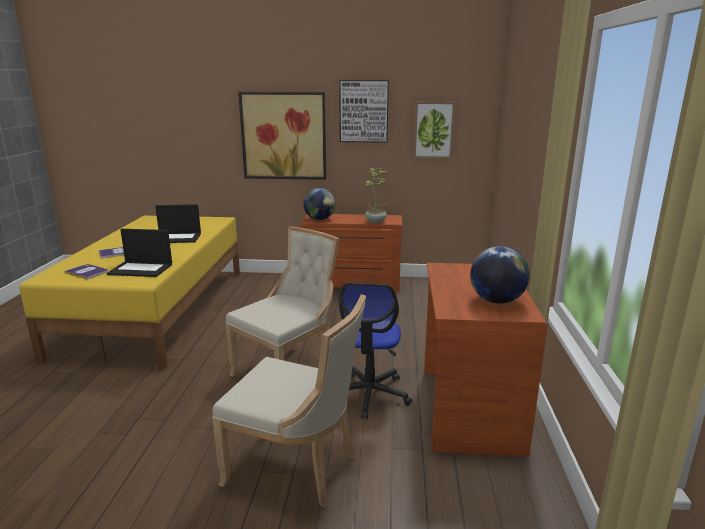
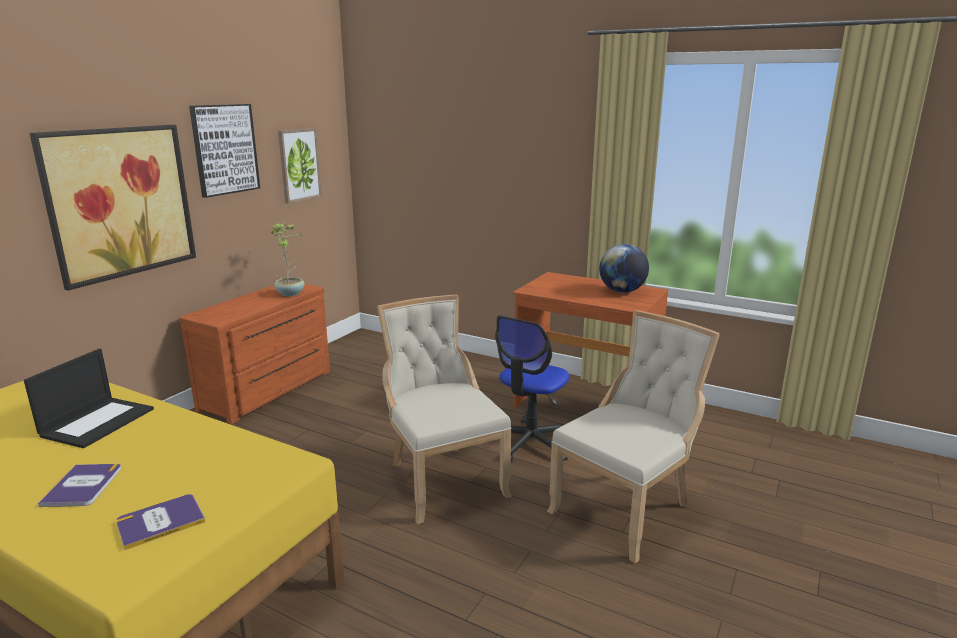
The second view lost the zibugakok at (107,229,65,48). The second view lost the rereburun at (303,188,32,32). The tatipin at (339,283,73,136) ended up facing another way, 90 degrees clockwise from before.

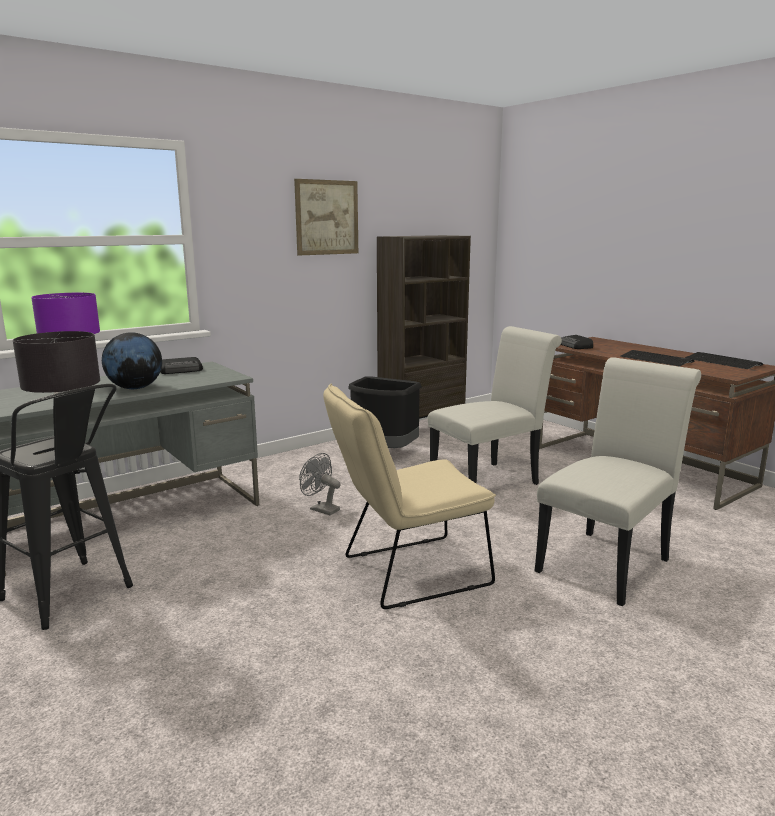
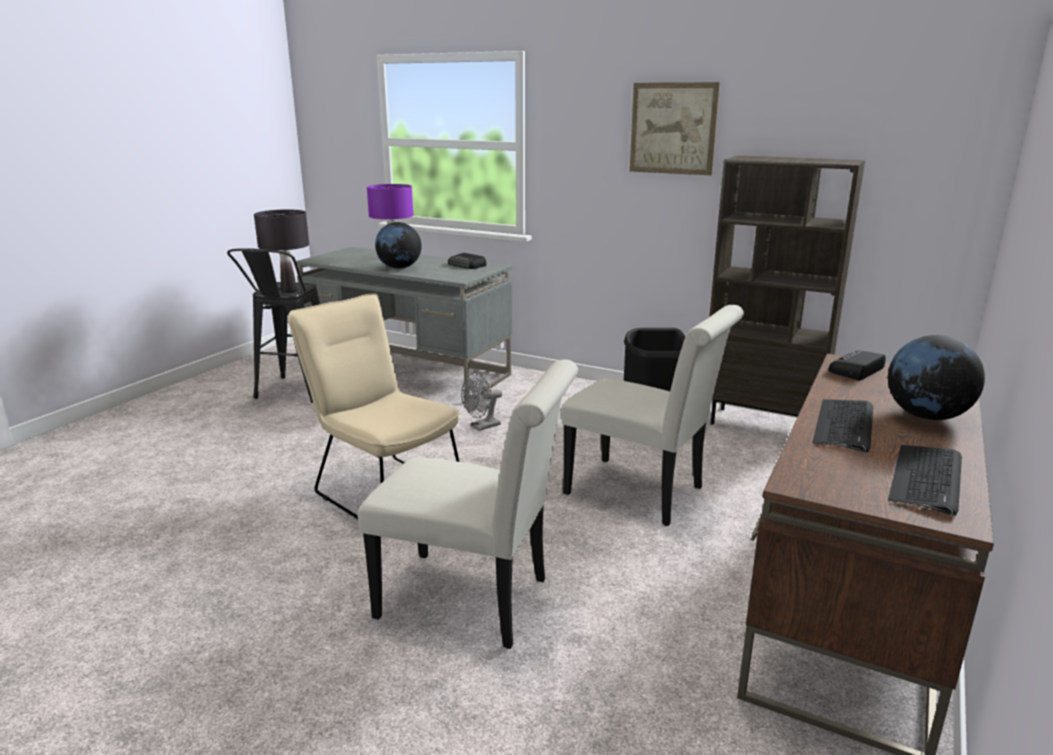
The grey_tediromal at (299,453,42,62) ended up facing another way, 135 degrees counterclockwise from before. The second view gained the rereburun at (888,335,97,85).

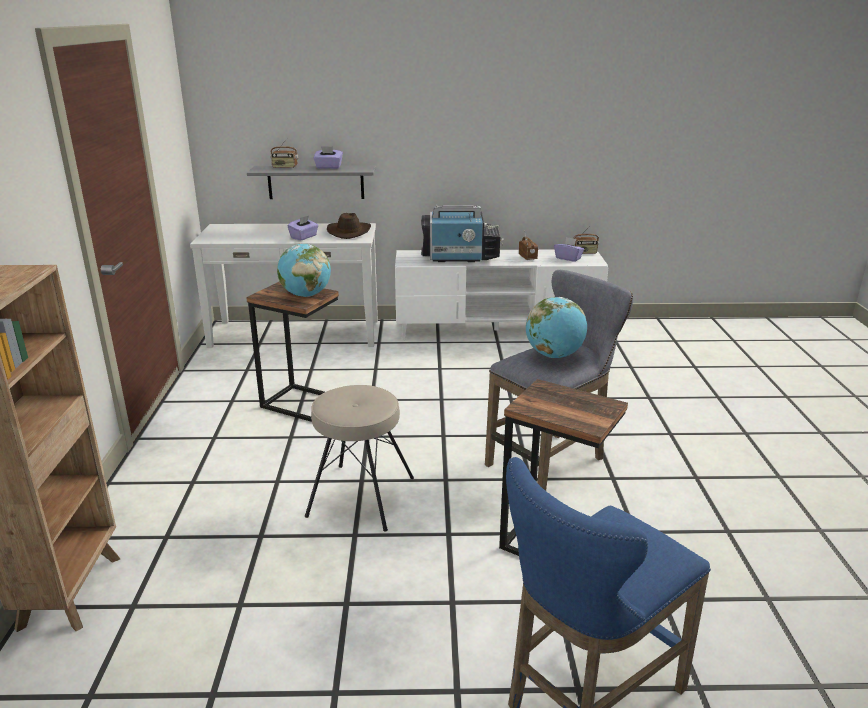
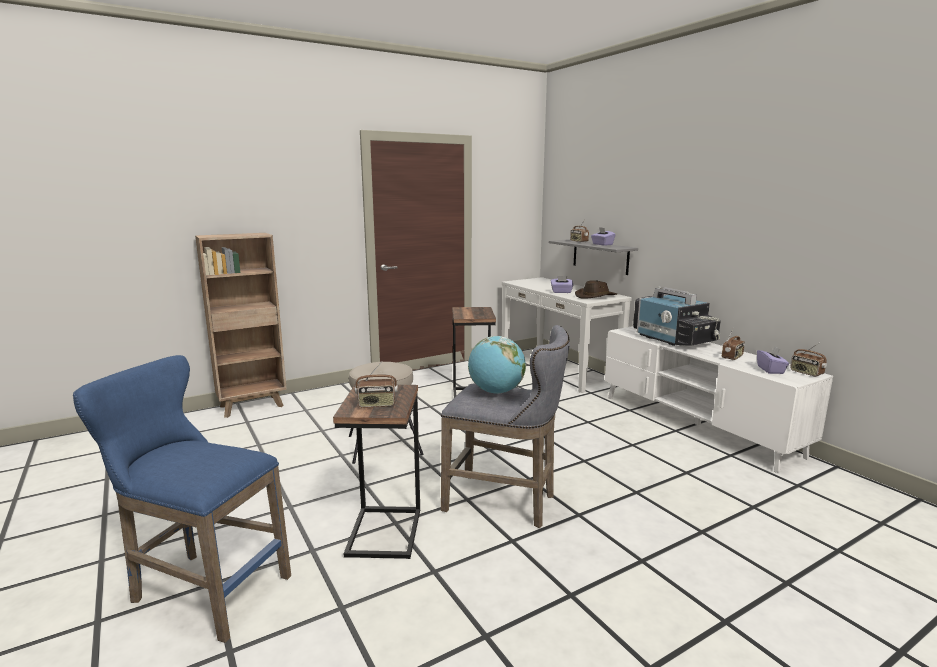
The second view lost the rereburun at (277,244,54,53). The second view gained the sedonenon at (355,362,43,46).

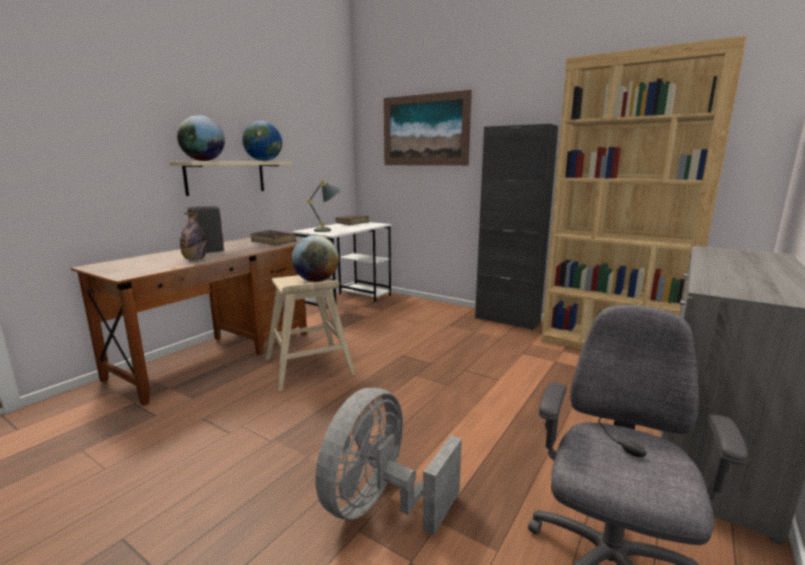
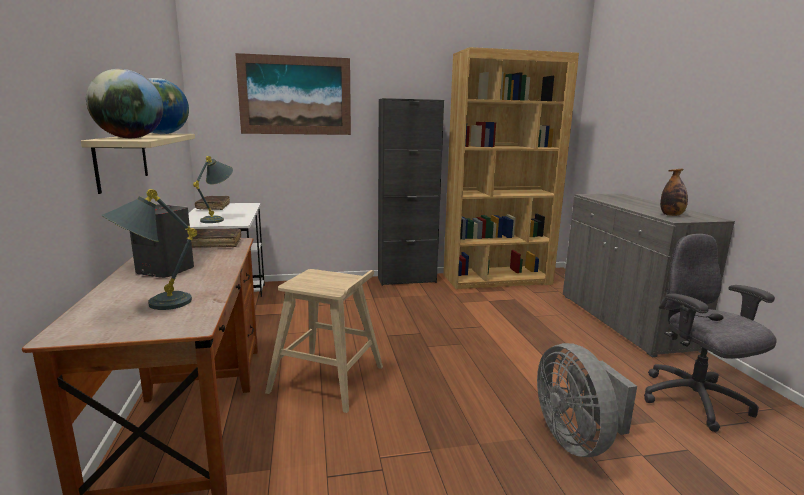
The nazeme ended up elsewhere, having gone from (180,212,27,48) to (660,169,28,47). The second view lost the rereburun at (292,235,47,47). The second view gained the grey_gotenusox at (101,189,96,121).

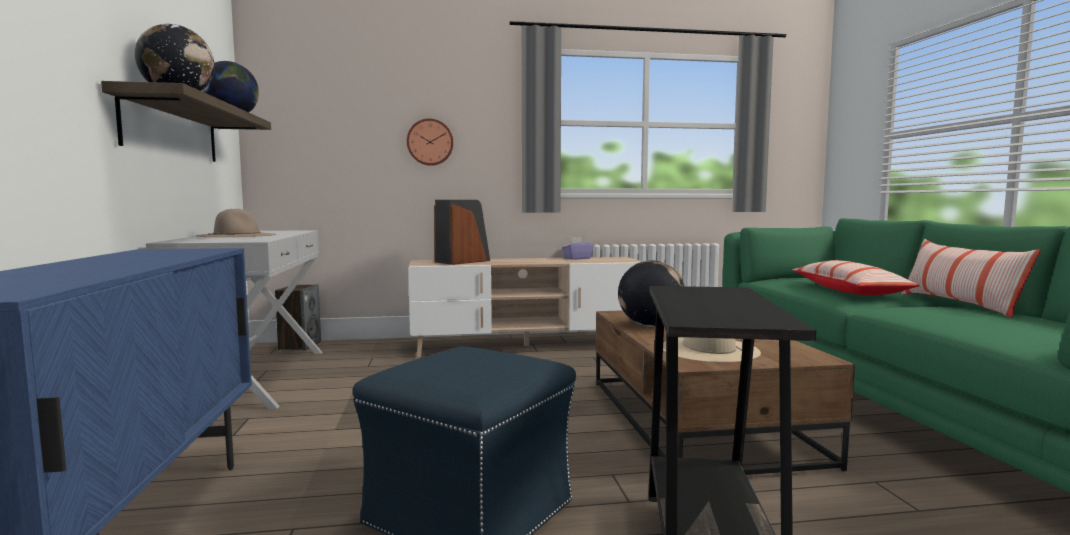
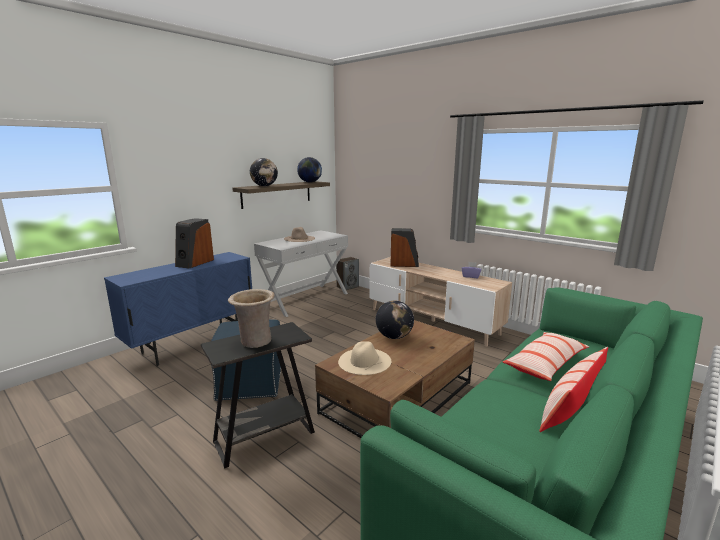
The second view lost the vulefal at (407,118,46,48). The second view gained the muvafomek at (175,218,39,50). The second view gained the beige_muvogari at (228,289,47,59).

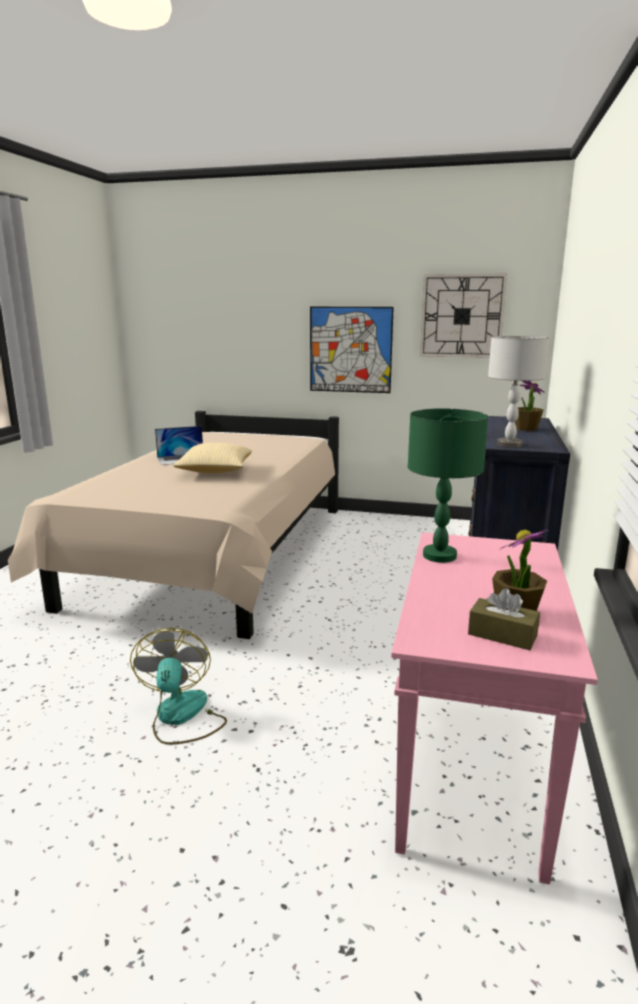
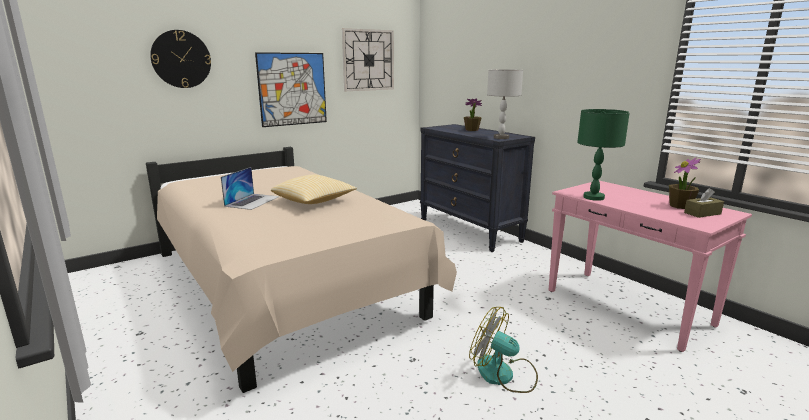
The second view gained the vulefal at (150,30,61,58).

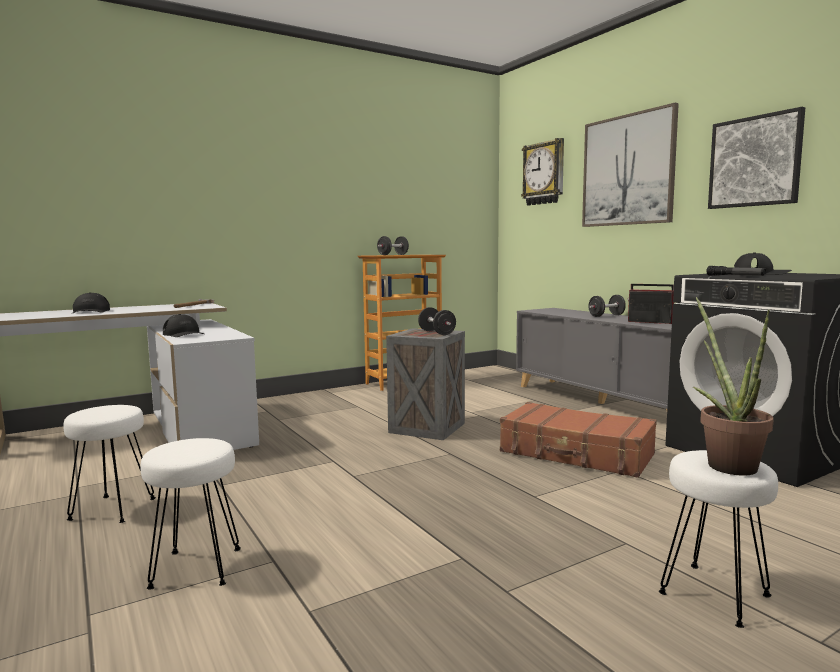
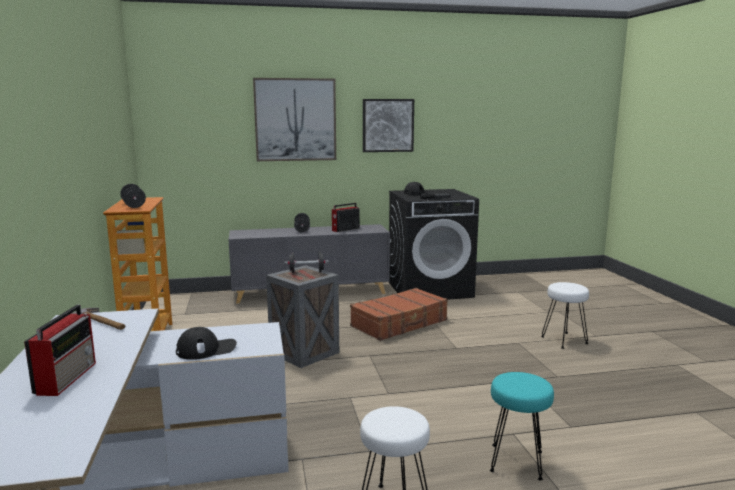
Where the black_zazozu stood at (71,292,39,22), the sedonenon came to stand at (24,305,72,91). What was the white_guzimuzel at (141,438,100,151) turned into the turquoise_guzimuzel at (490,372,64,108). The second view lost the vulefal at (521,138,43,68). The second view lost the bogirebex at (693,297,81,179).

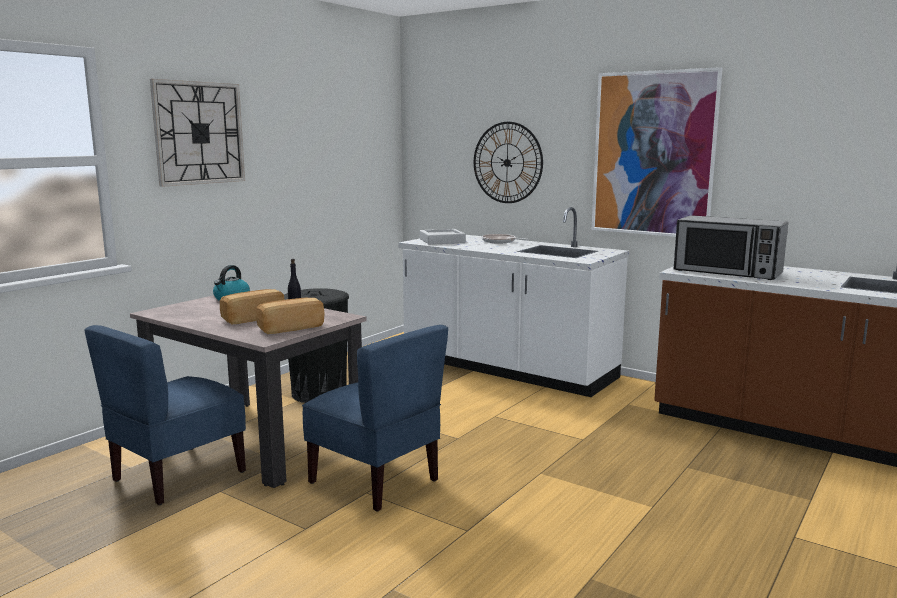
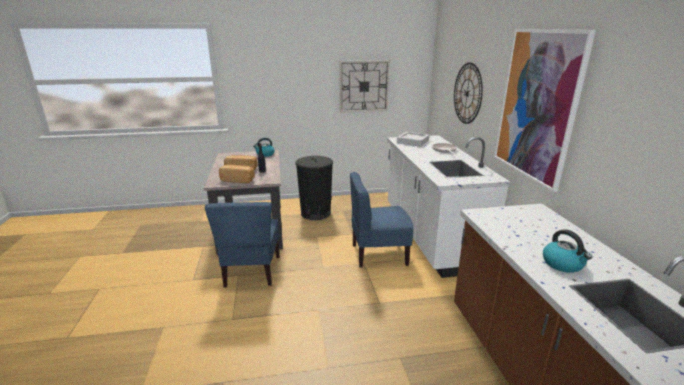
The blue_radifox ended up elsewhere, having gone from (84,325,162,180) to (350,172,64,96). The vulefal ended up elsewhere, having gone from (150,79,95,108) to (340,60,50,53). The second view lost the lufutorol at (674,215,114,65). The second view gained the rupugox at (543,229,49,44).

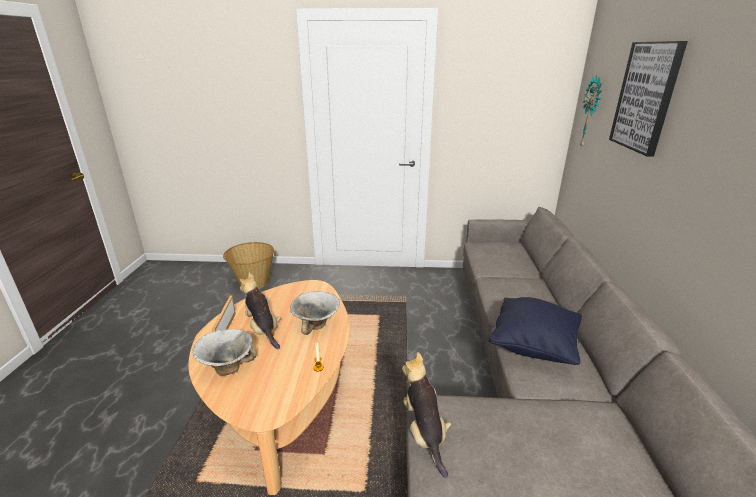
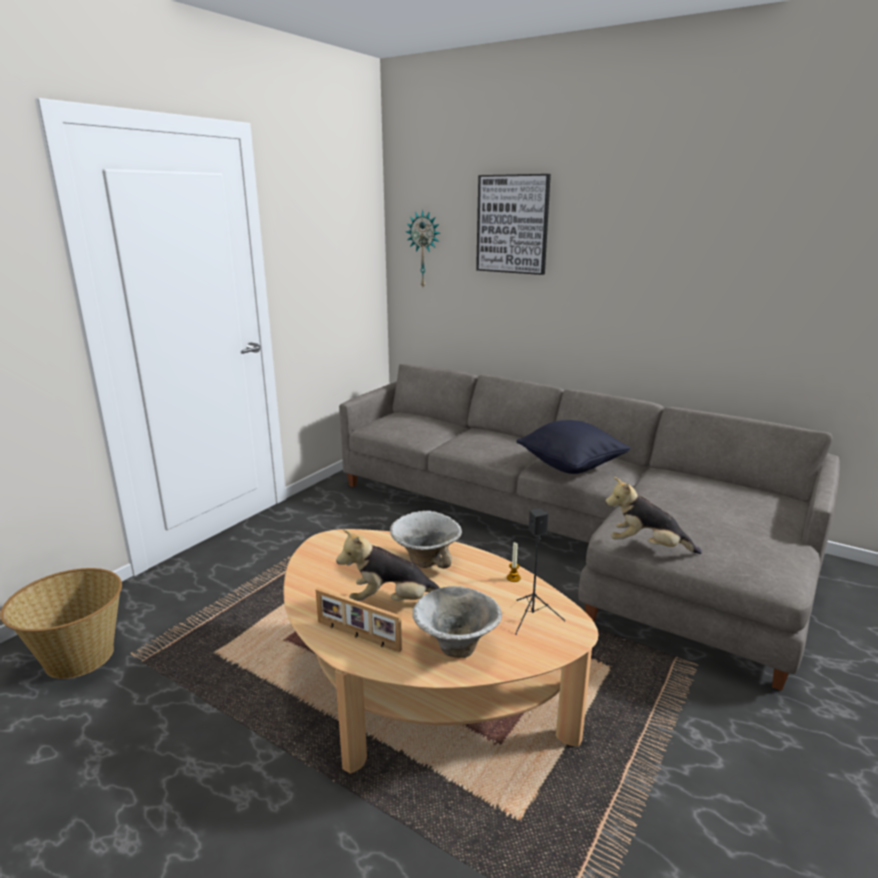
The second view gained the black_muvafomek at (515,508,50,127).

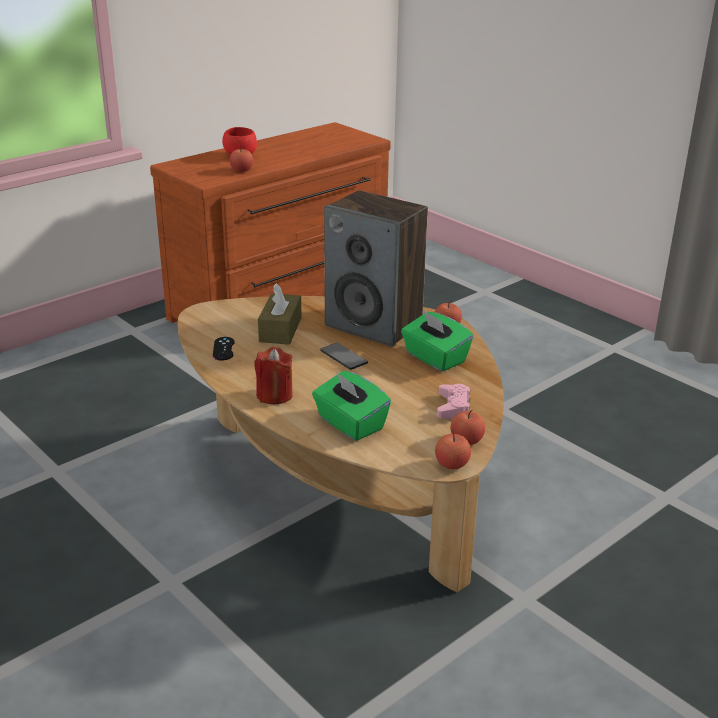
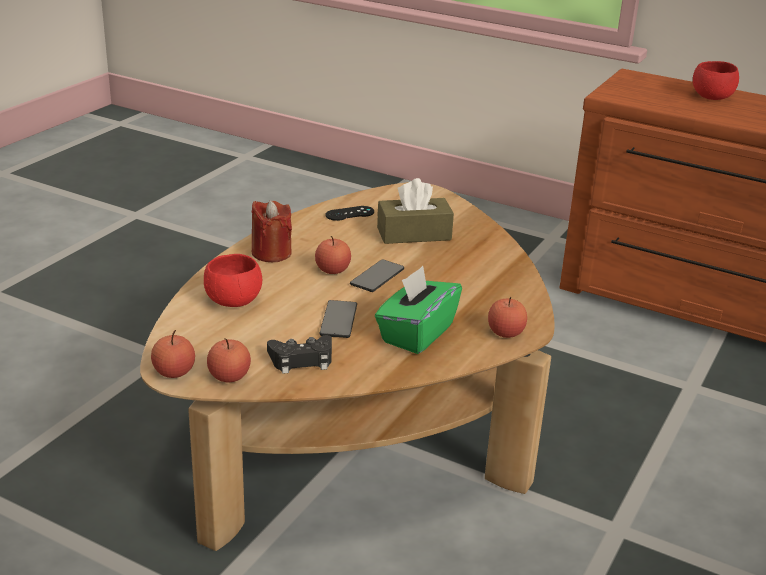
The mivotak ended up elsewhere, having gone from (230,146,23,26) to (315,236,36,38). Where the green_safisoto stood at (312,371,79,70), the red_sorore came to stand at (204,254,58,53). The second view lost the muvafomek at (324,190,104,157). What was the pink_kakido at (437,384,33,35) turned into the black_kakido at (267,335,65,39). The second view gained the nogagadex at (320,300,37,38).

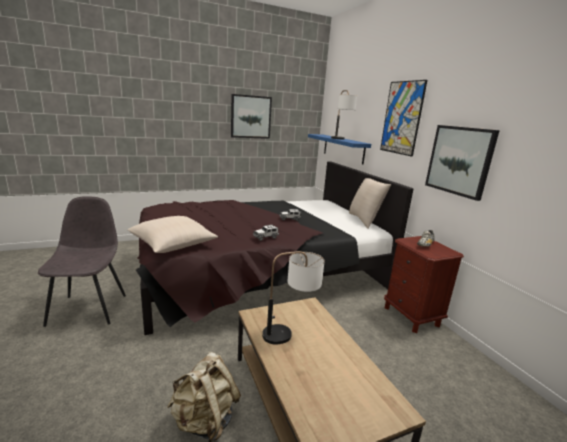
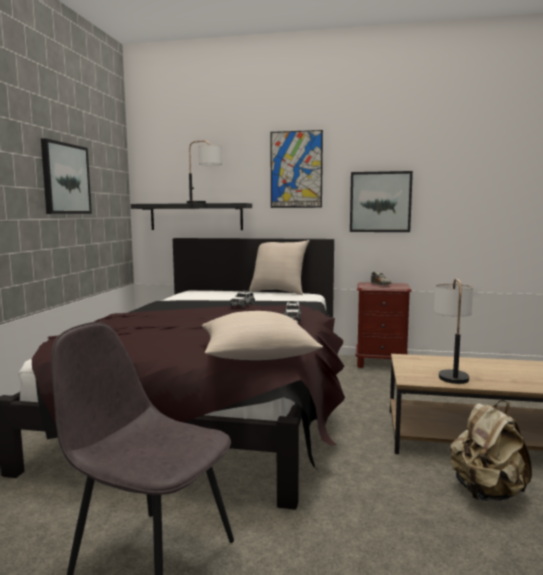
What was the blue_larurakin at (308,134,63,30) turned into the black_larurakin at (131,203,121,27).

